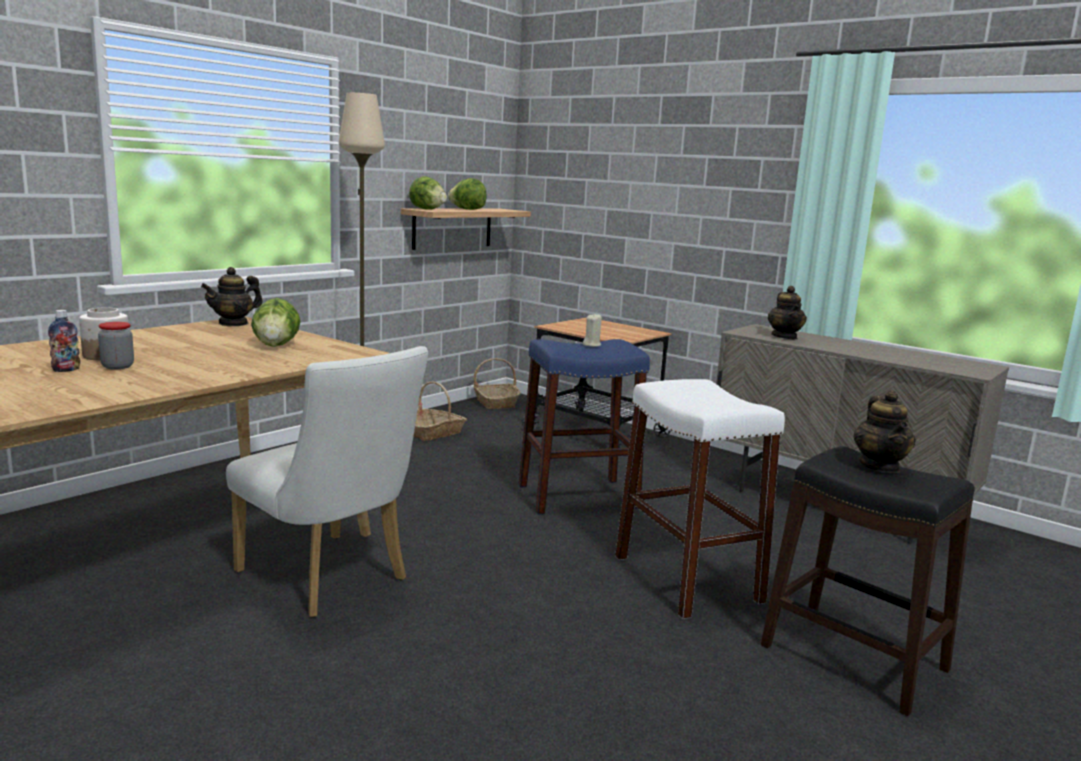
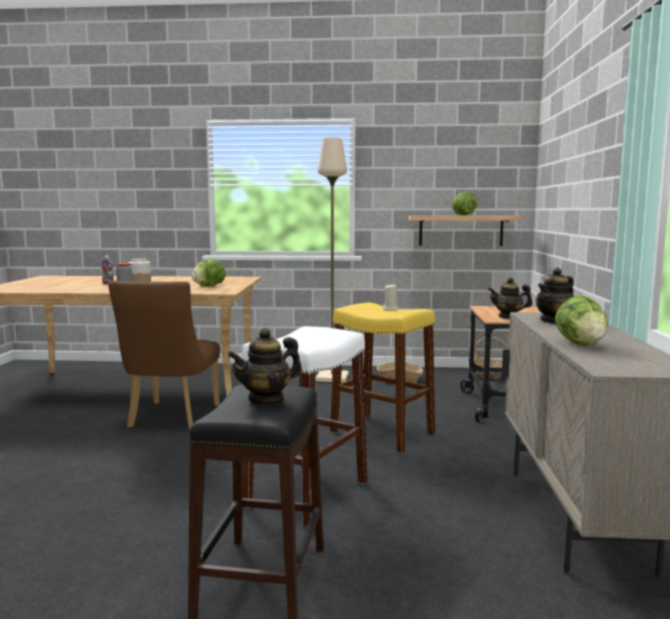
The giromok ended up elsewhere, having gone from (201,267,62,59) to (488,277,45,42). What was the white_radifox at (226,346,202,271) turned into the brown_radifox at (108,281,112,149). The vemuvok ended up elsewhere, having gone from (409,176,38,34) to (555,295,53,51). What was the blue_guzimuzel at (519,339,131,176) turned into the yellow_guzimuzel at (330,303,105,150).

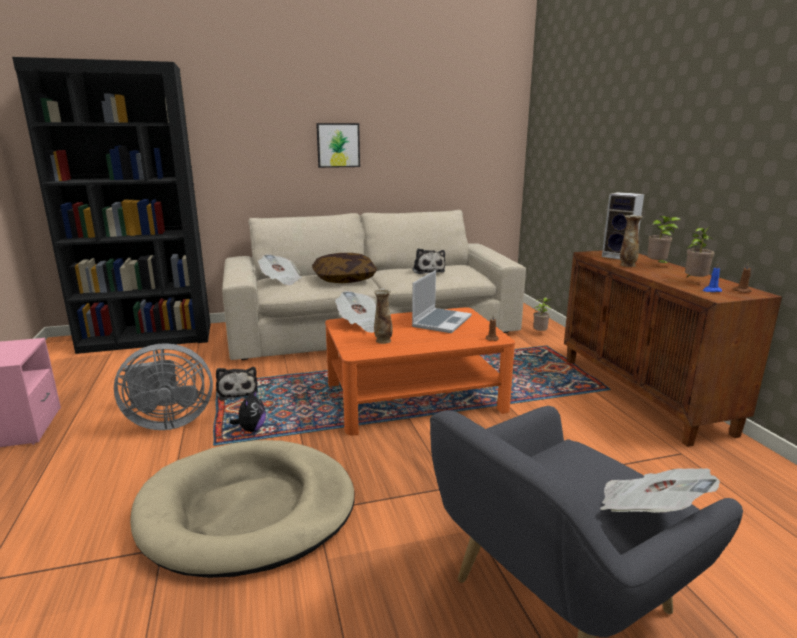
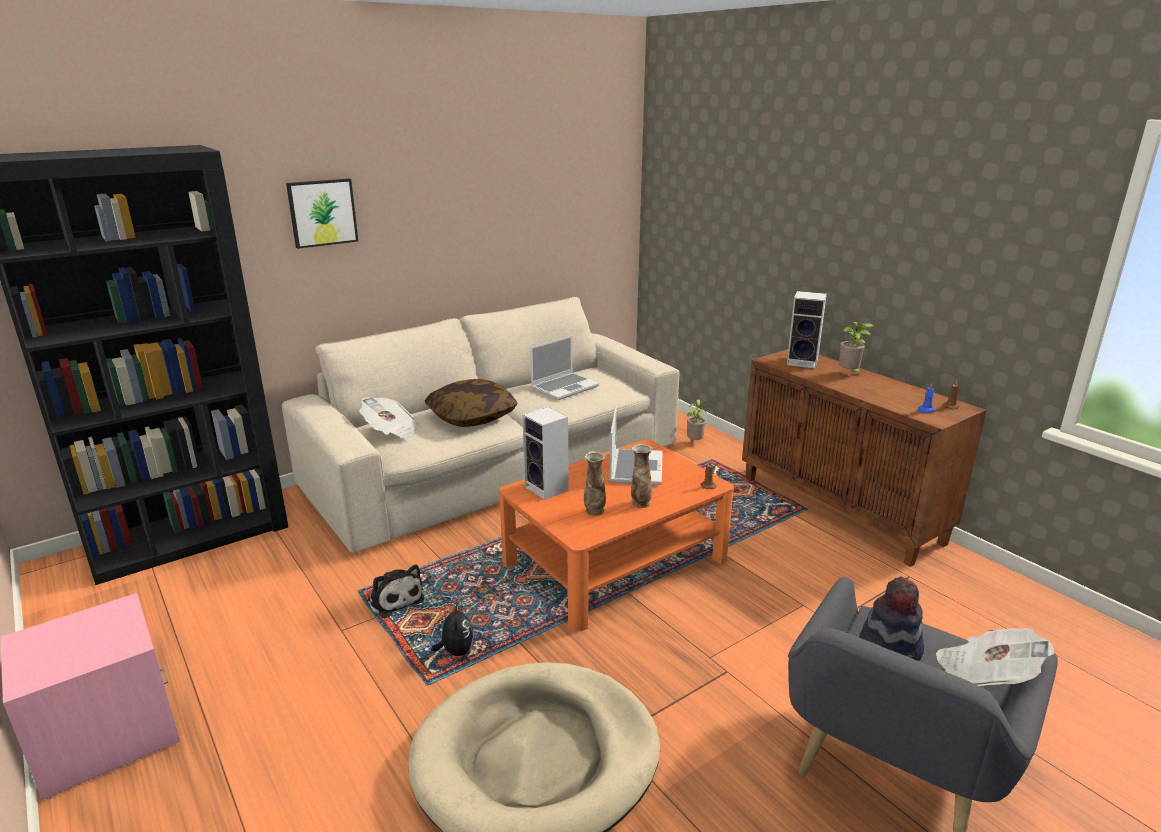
The second view lost the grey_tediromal at (114,343,99,87). The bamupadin ended up elsewhere, having gone from (316,123,44,45) to (286,178,72,71). Where the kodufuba stood at (335,291,42,42), the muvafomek came to stand at (522,407,47,93). Where the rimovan stood at (412,248,33,26), the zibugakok came to stand at (530,336,69,64). The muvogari ended up elsewhere, having gone from (620,215,23,52) to (631,443,22,65). The second view lost the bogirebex at (685,226,30,52). The second view gained the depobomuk at (859,577,65,84).

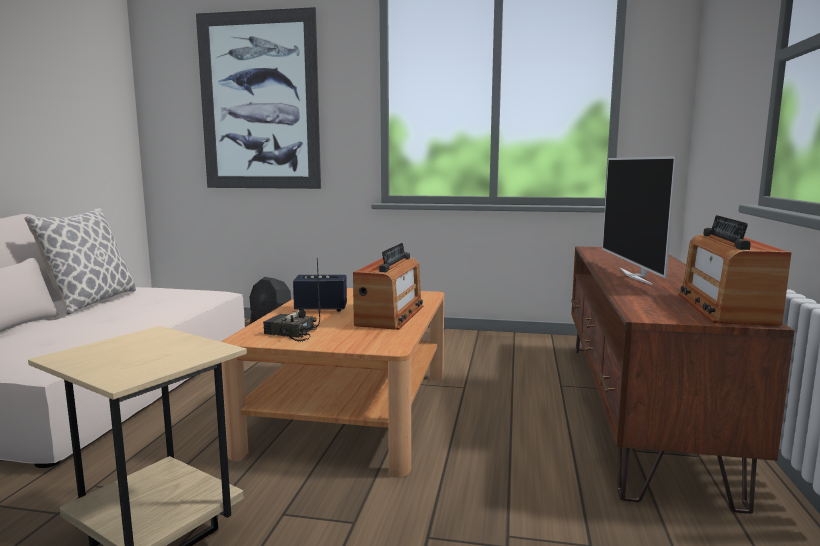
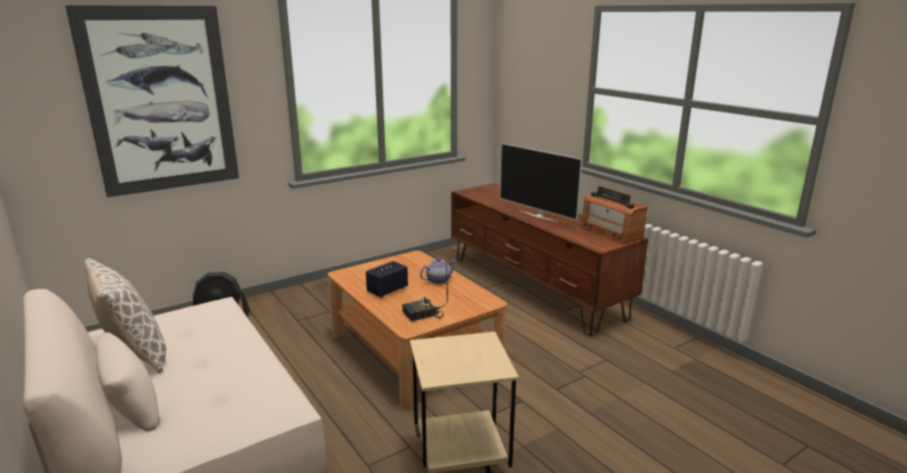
Where the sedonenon stood at (353,243,70,87), the giromok came to stand at (420,258,36,26).

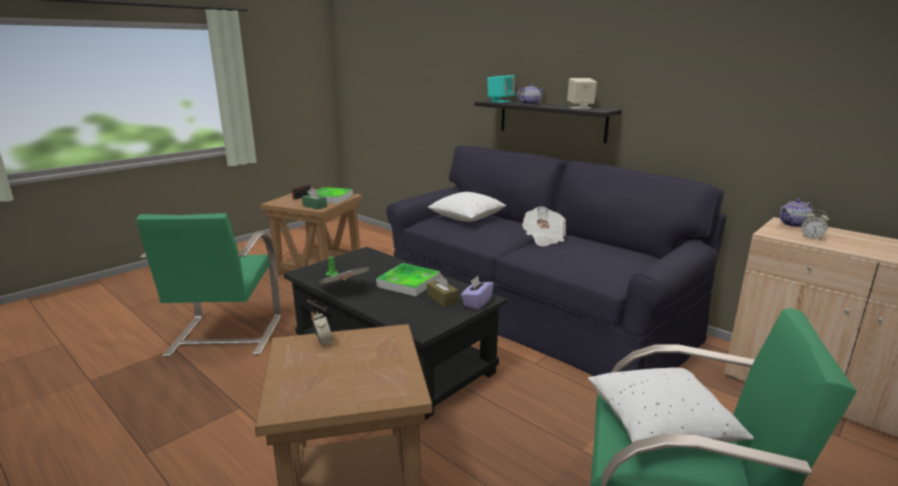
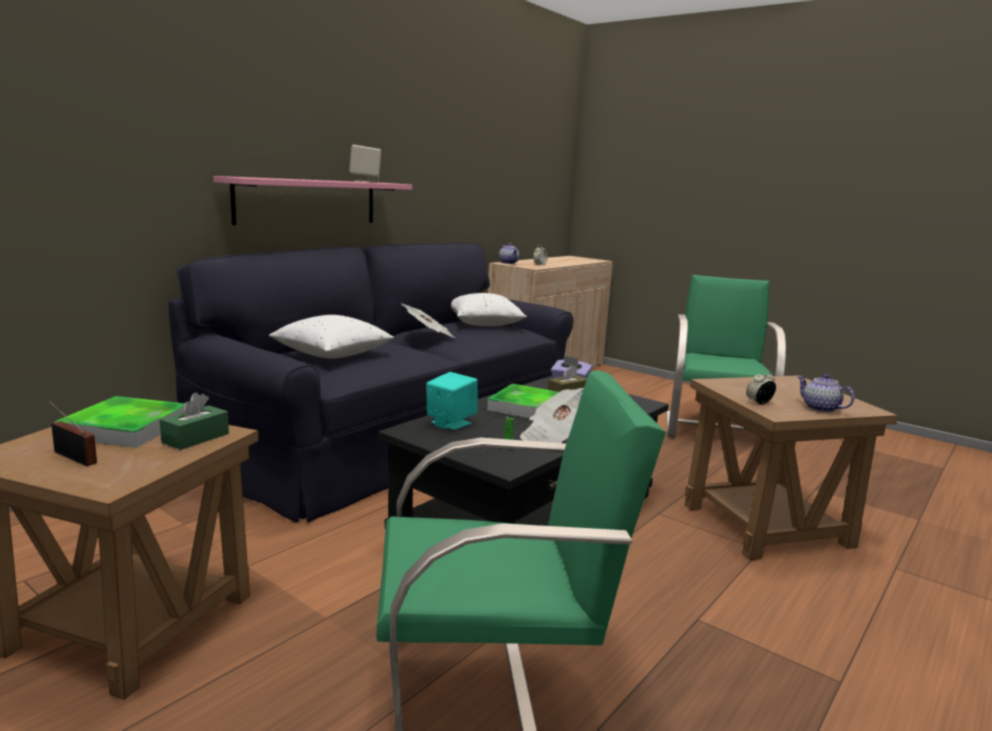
What was the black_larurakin at (474,100,148,43) turned into the pink_larurakin at (213,176,199,49). The turquoise_muvafomek ended up elsewhere, having gone from (487,75,28,28) to (426,372,52,58). The giromok ended up elsewhere, having gone from (517,84,27,21) to (797,374,58,38). The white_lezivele ended up elsewhere, having gone from (588,368,166,83) to (451,293,76,33).

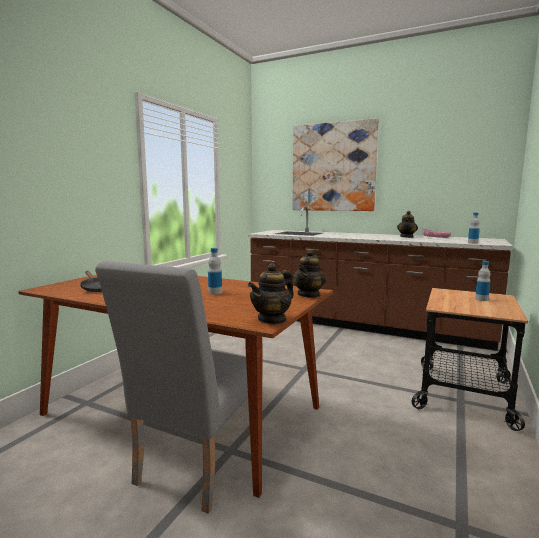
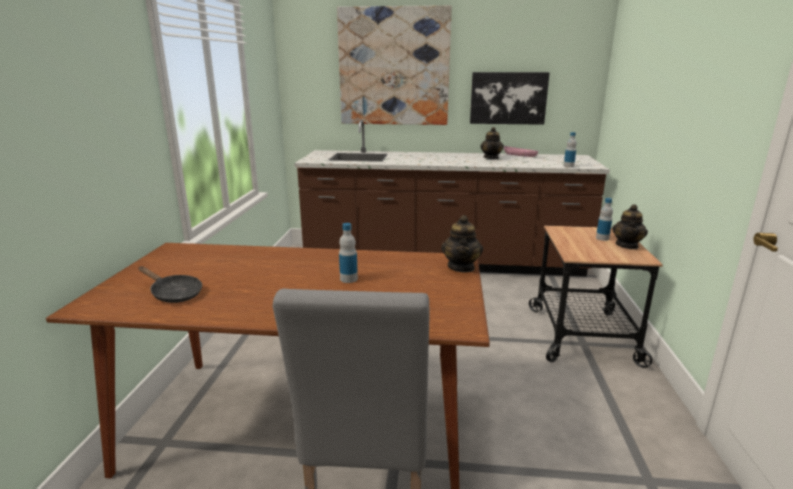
The giromok ended up elsewhere, having gone from (248,263,46,62) to (612,204,36,45). The second view gained the bamupadin at (470,72,79,53).

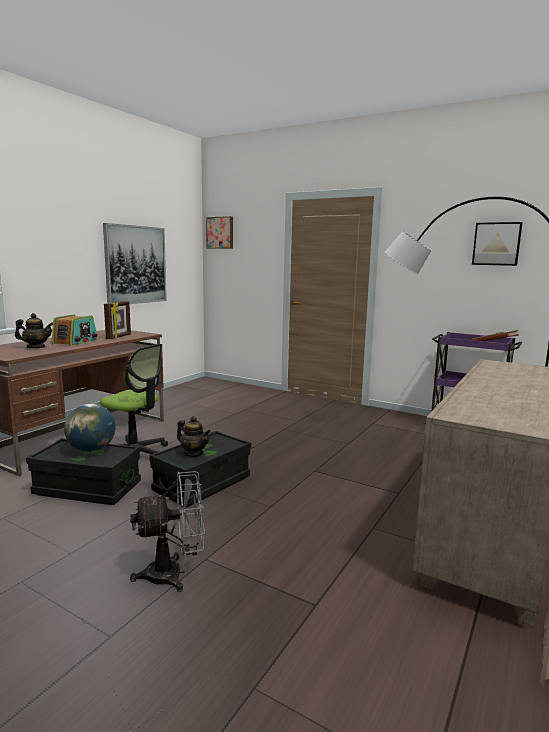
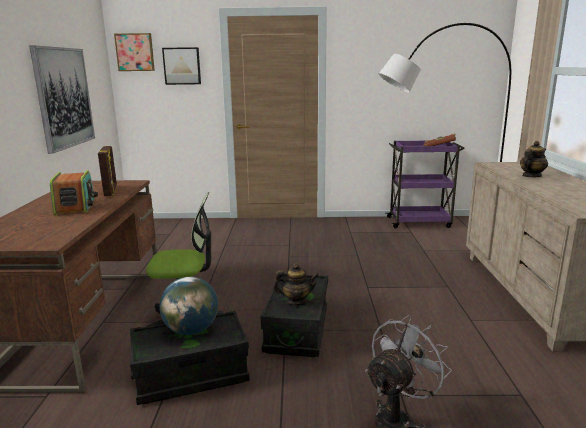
The giromok ended up elsewhere, having gone from (15,313,39,35) to (520,141,28,36). The bamupadin ended up elsewhere, having gone from (472,222,51,44) to (162,47,39,38).

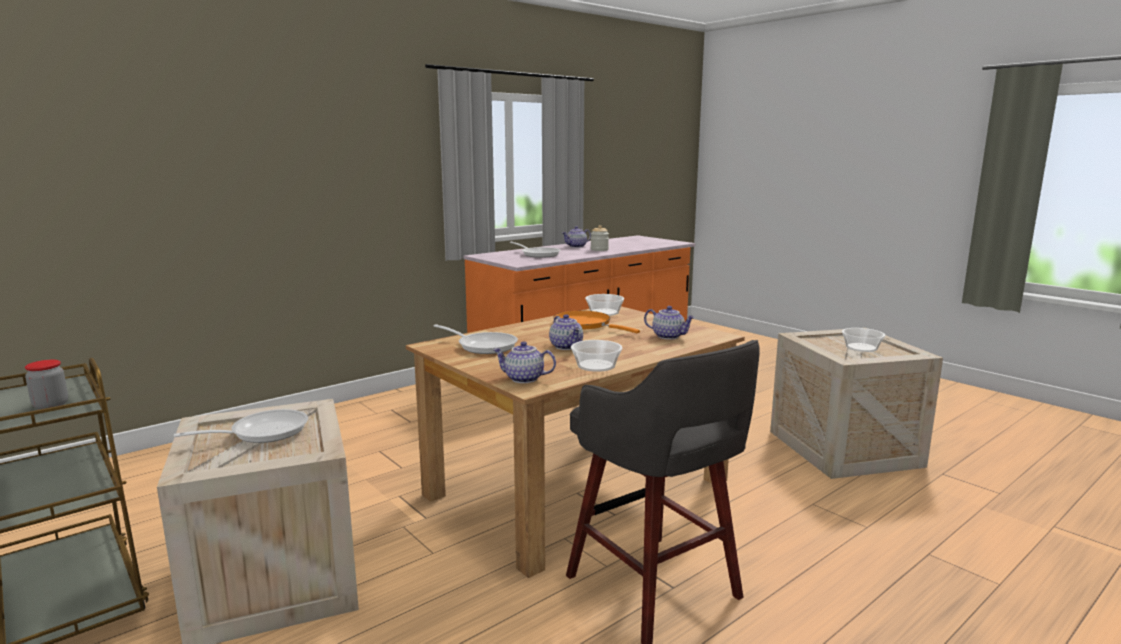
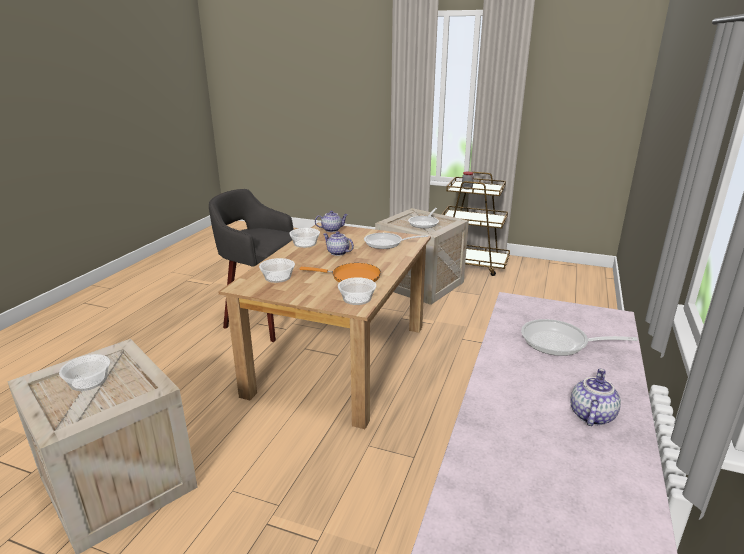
The second view lost the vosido at (591,225,18,26). Where the giromok stood at (644,306,51,34), the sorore came to stand at (259,258,36,25).

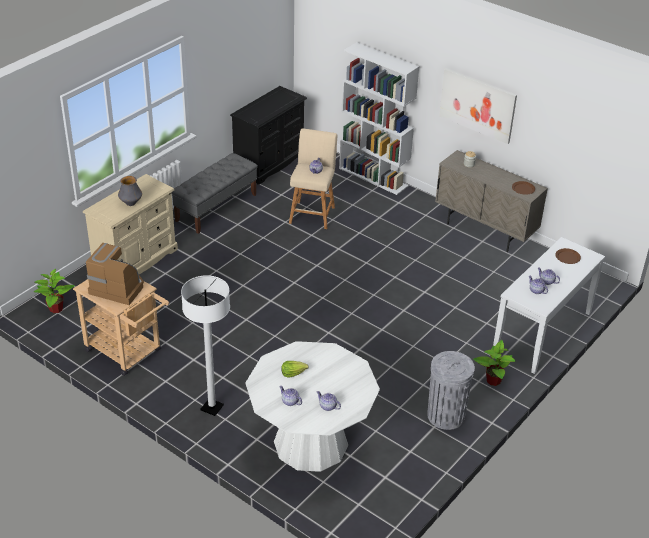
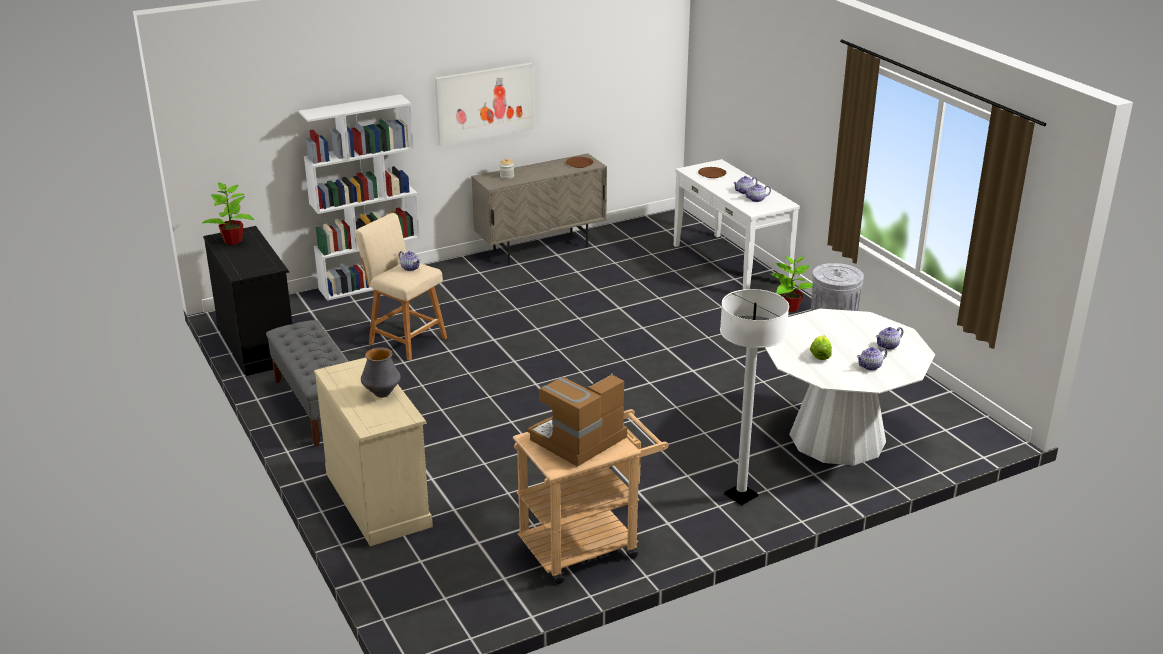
The bogirebex ended up elsewhere, having gone from (34,269,41,44) to (202,183,52,62).

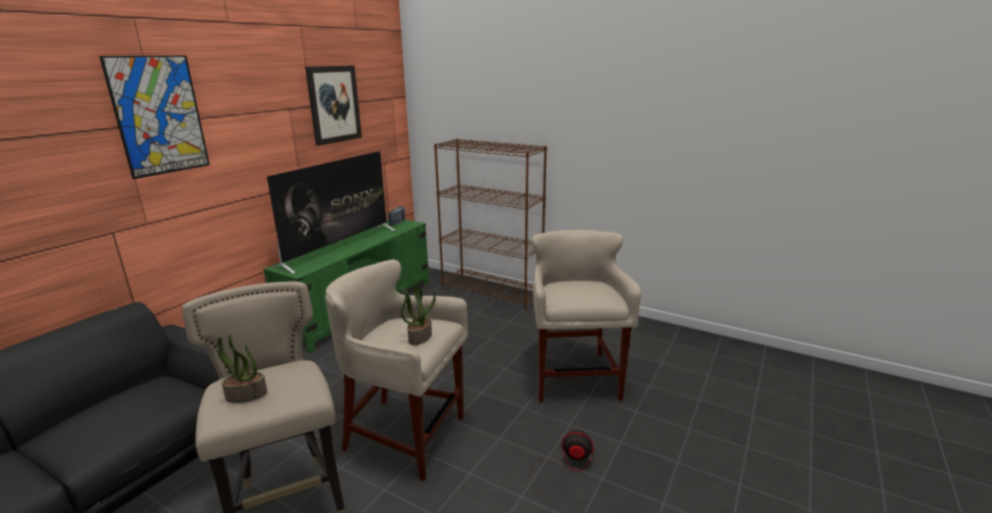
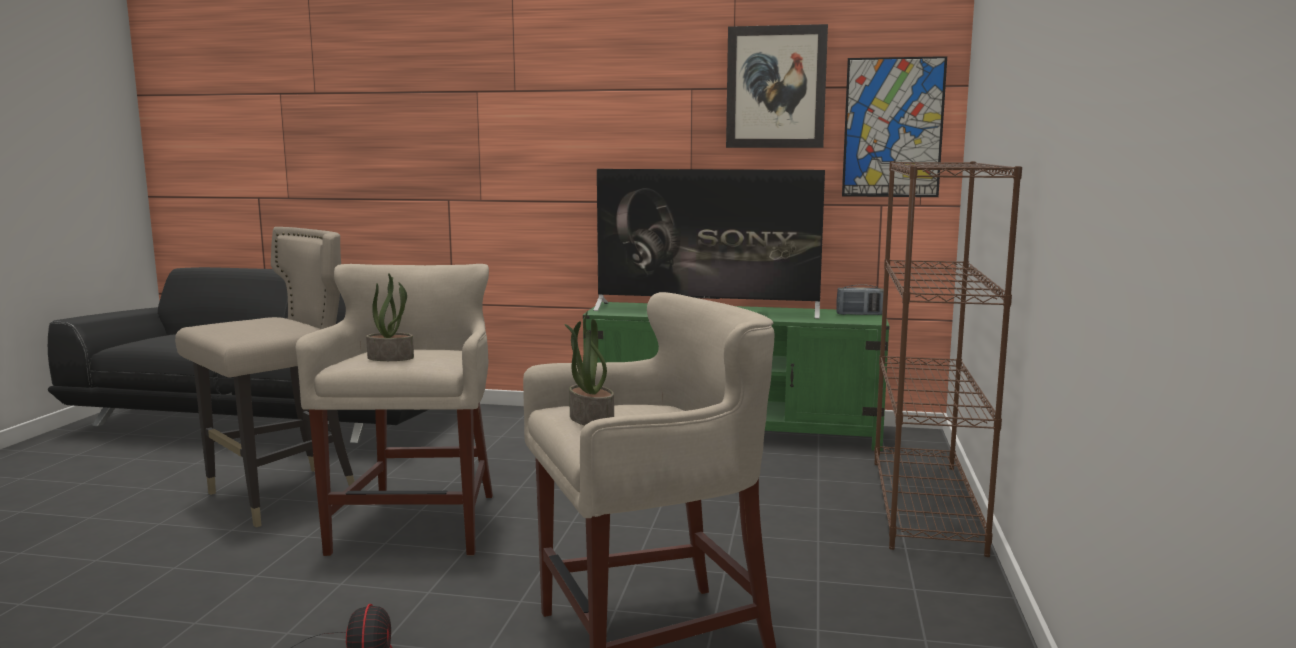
The bamupadin ended up elsewhere, having gone from (99,56,111,123) to (842,56,105,141). The bogirebex ended up elsewhere, having gone from (218,334,49,69) to (564,311,50,115).

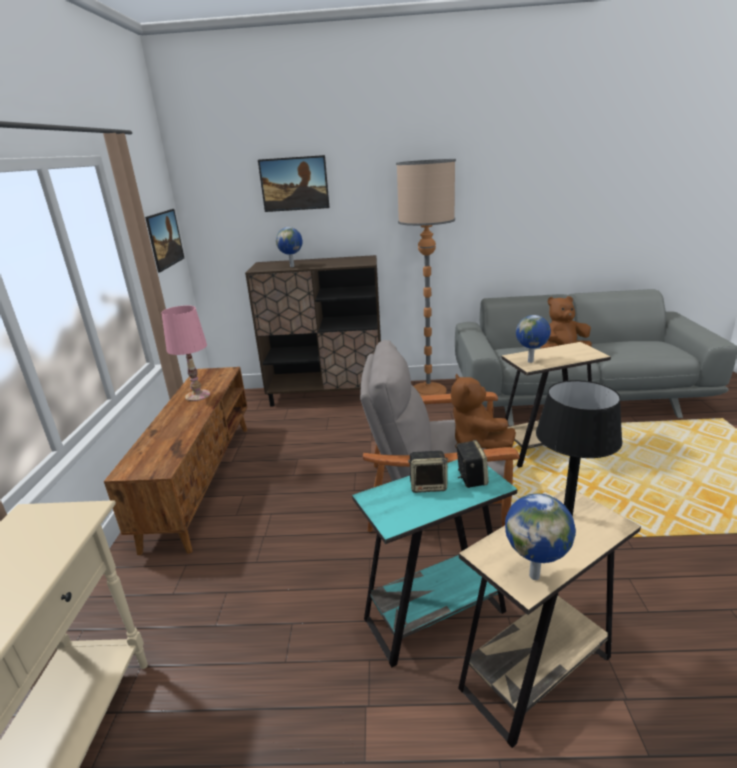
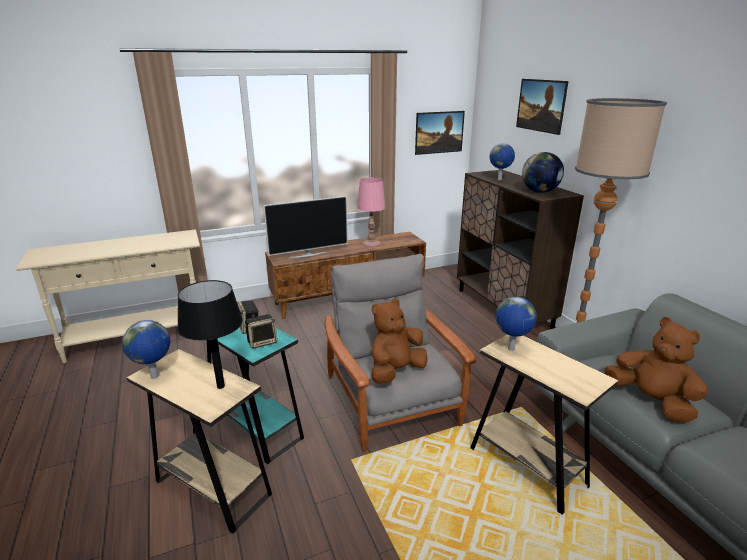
The second view gained the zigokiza at (263,196,85,62). The second view gained the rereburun at (522,152,42,41).

